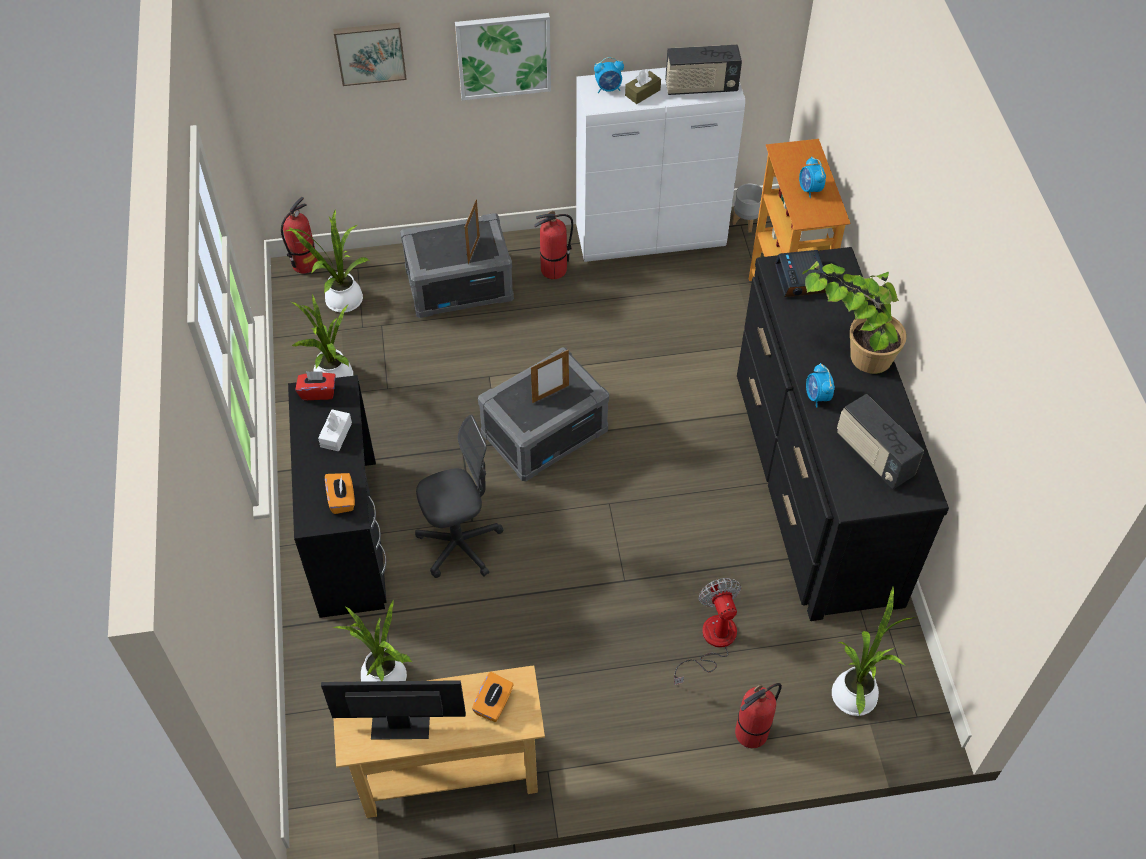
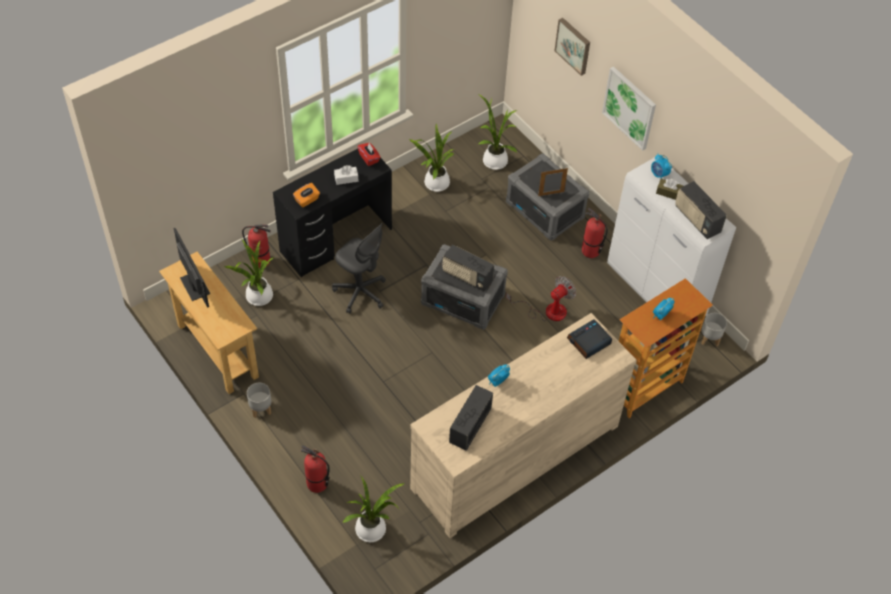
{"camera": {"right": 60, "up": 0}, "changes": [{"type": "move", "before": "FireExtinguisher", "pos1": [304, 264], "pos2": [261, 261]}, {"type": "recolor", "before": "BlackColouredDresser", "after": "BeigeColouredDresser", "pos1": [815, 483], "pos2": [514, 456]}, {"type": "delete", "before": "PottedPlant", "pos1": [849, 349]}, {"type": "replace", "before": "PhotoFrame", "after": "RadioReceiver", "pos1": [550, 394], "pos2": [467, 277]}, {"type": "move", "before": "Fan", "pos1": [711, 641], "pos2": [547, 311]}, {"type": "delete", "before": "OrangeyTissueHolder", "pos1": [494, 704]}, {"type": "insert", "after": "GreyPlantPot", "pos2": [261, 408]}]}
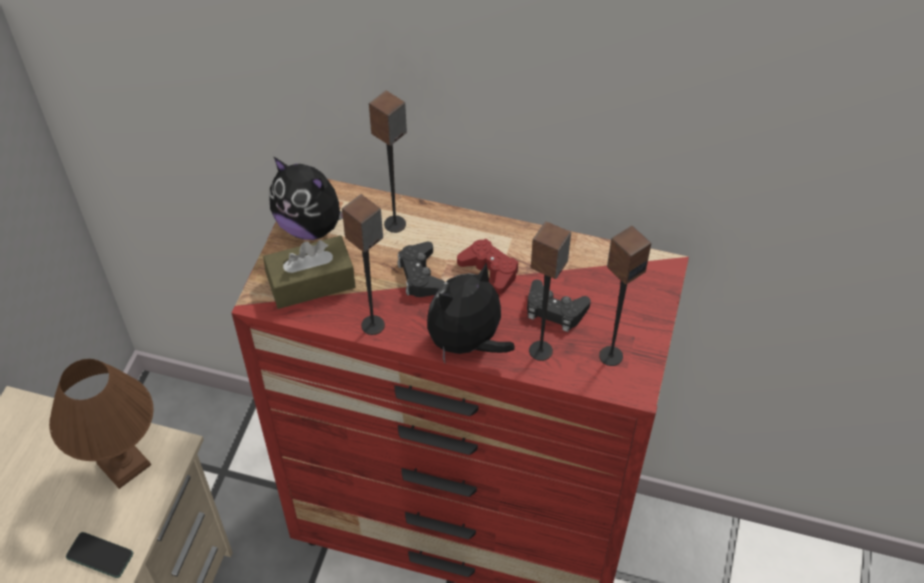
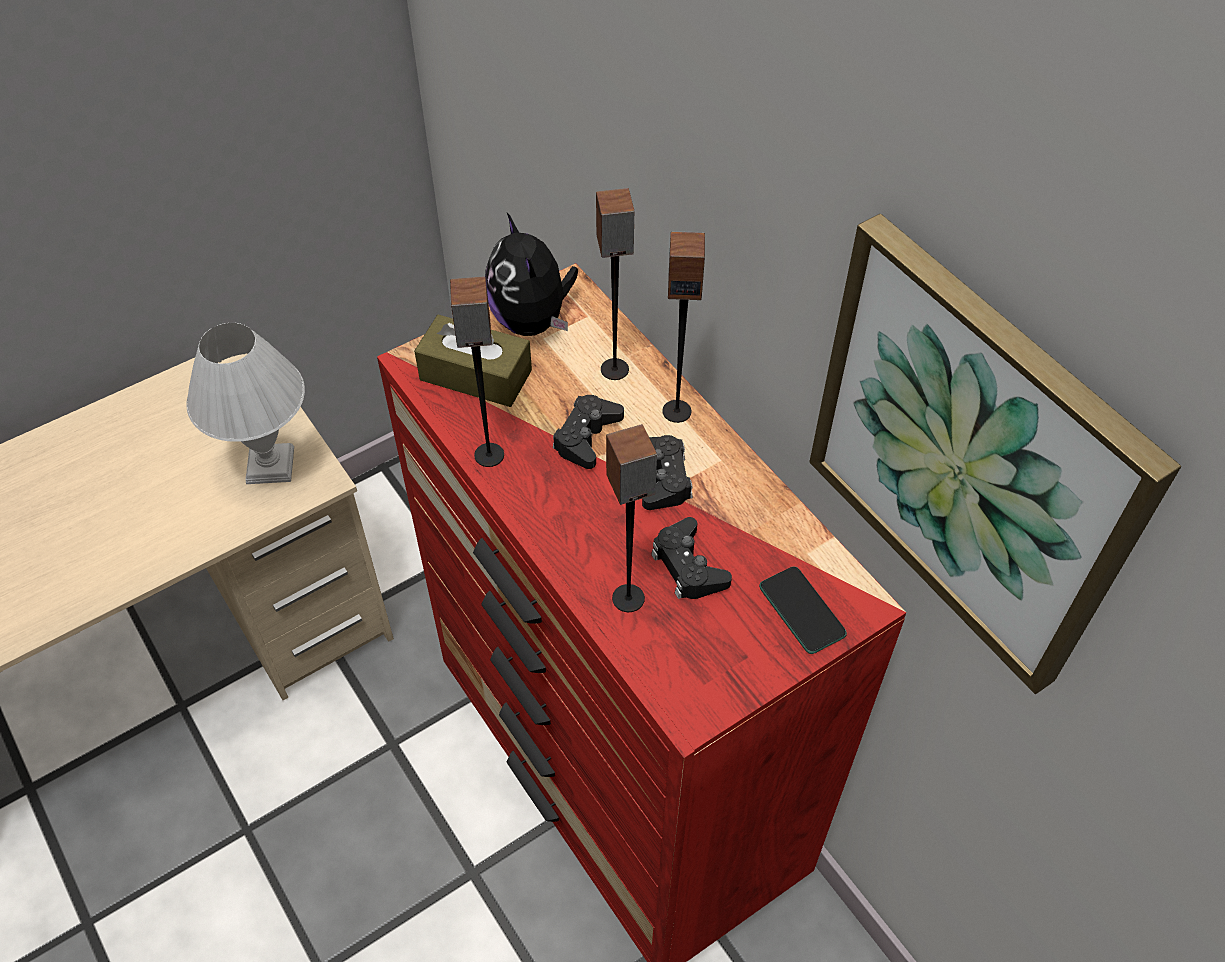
{"camera": {"right": 40, "up": 0}, "changes": [{"type": "move", "before": "Loudspeaker", "pos1": [610, 355], "pos2": [677, 411]}, {"type": "recolor", "before": "RedGameController", "after": "BlackColouredGameController", "pos1": [490, 270], "pos2": [662, 478]}, {"type": "delete", "before": "SoftToy", "pos1": [467, 343]}, {"type": "recolor", "before": "BrownishTabletopLamp", "after": "WhiteColouredTabletopLamp", "pos1": [123, 465], "pos2": [269, 466]}, {"type": "move", "before": "Handset", "pos1": [100, 555], "pos2": [802, 611]}, {"type": "insert", "after": "Picture", "pos2": [971, 457]}]}
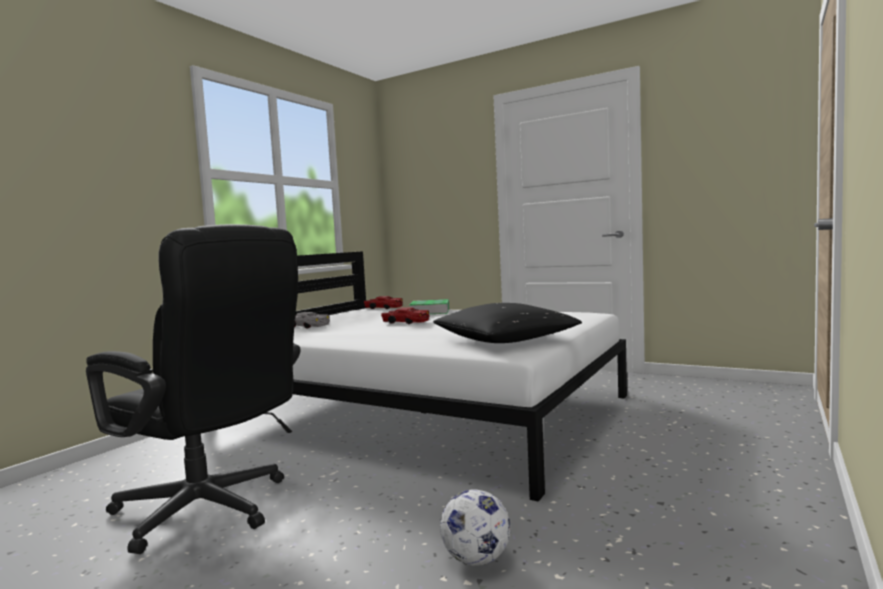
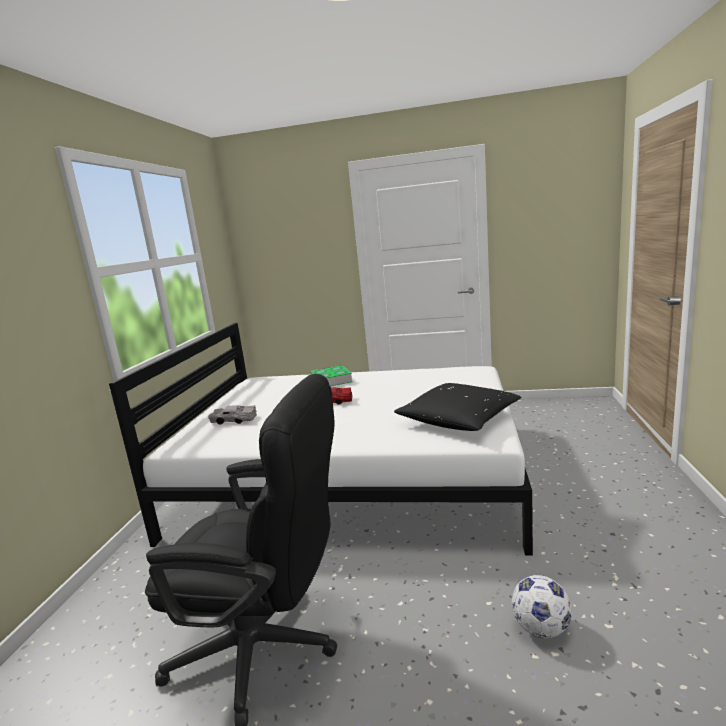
{"camera": {"right": -20, "up": 10}, "changes": [{"type": "delete", "before": "RedModelCar", "pos1": [383, 308]}]}
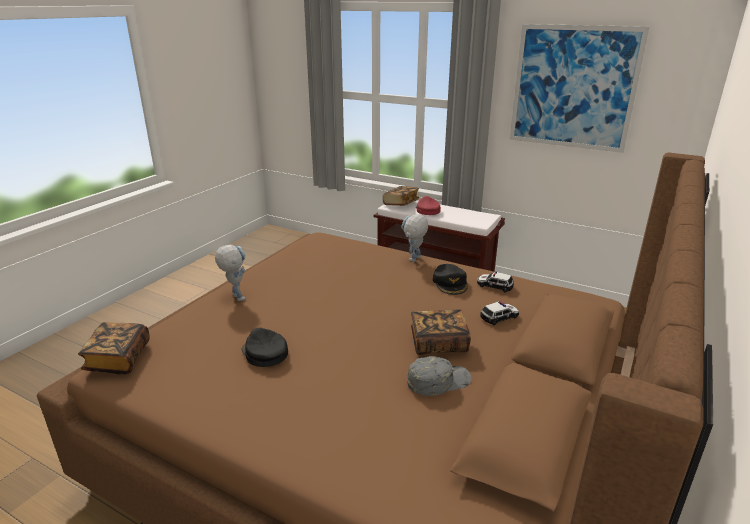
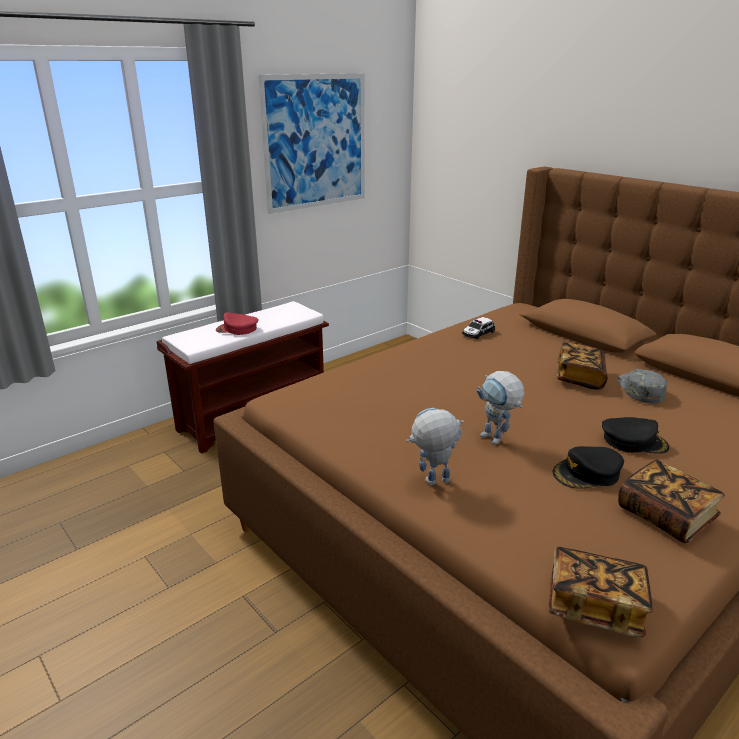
{"camera": {"right": -70, "up": 0}, "changes": [{"type": "move", "before": "Book", "pos1": [401, 203], "pos2": [665, 515]}, {"type": "move", "before": "ModelRobot", "pos1": [413, 260], "pos2": [496, 441]}, {"type": "move", "before": "BlackColouredPeakedCap", "pos1": [450, 283], "pos2": [633, 441]}, {"type": "delete", "before": "ModelCar", "pos1": [499, 317]}]}
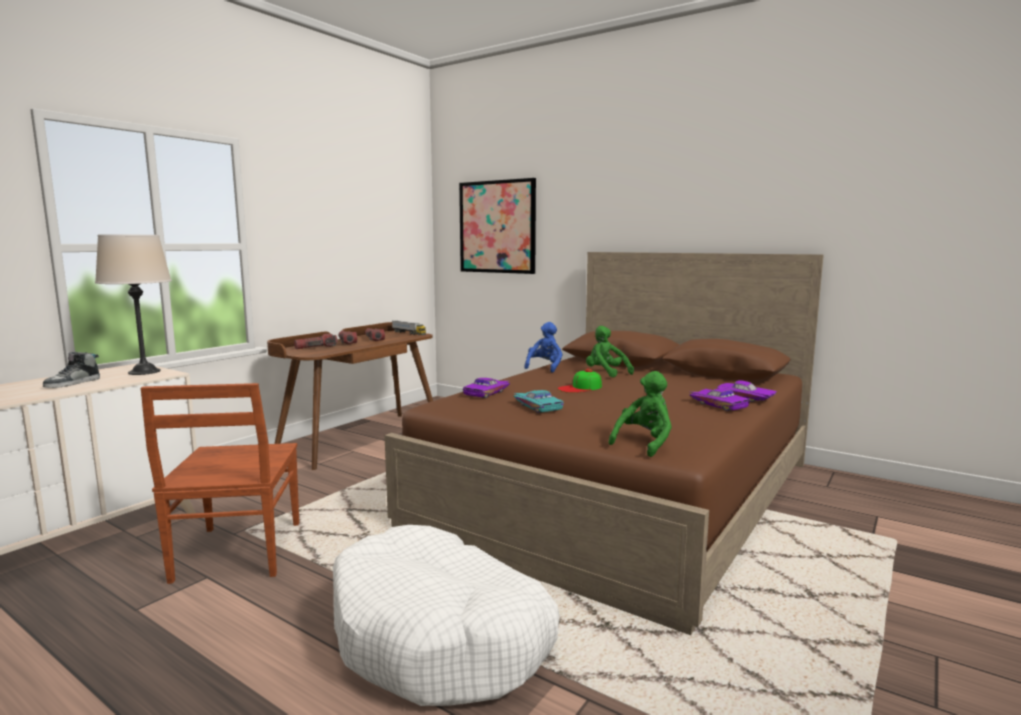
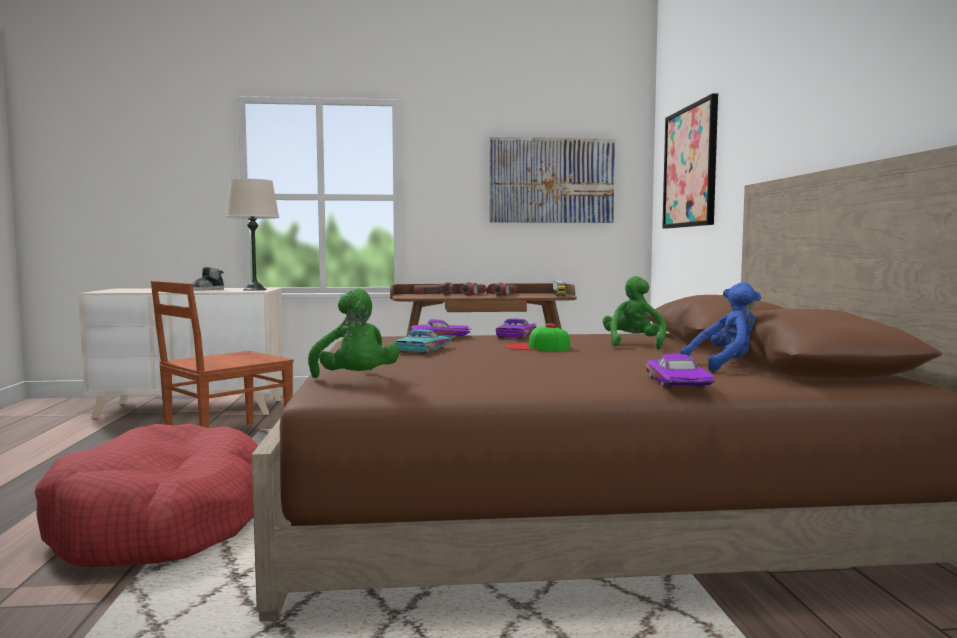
{"camera": {"right": 50, "up": -5}, "changes": [{"type": "move", "before": "BlueColouredSoftToy", "pos1": [545, 367], "pos2": [726, 365]}, {"type": "rotate", "before": "GreenSoftToy", "pos1": [644, 443], "pos2": [355, 381], "turn": 60}, {"type": "move", "before": "PurplishModelCar", "pos1": [719, 404], "pos2": [518, 336]}, {"type": "recolor", "before": "WhiteColouredDogBed", "after": "RedDogBed", "pos1": [440, 636], "pos2": [162, 523]}, {"type": "insert", "after": "Picture", "pos2": [551, 180]}]}
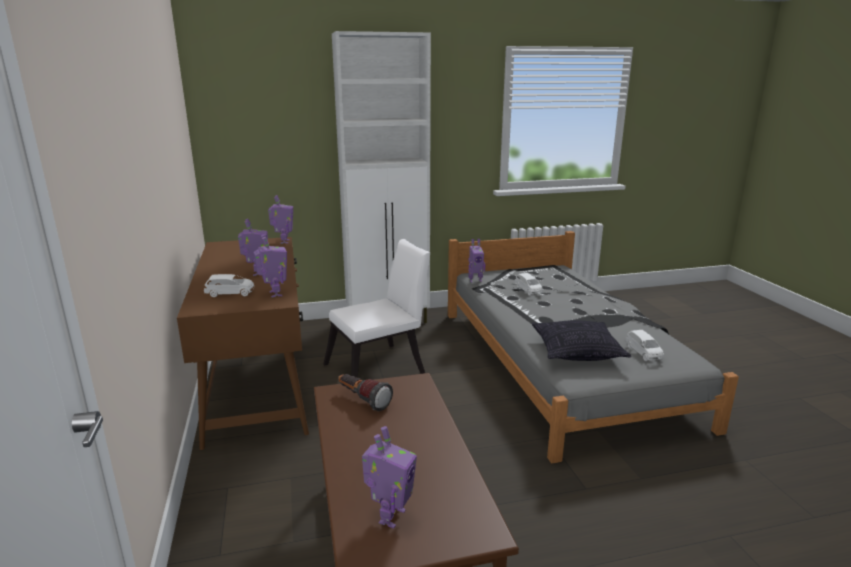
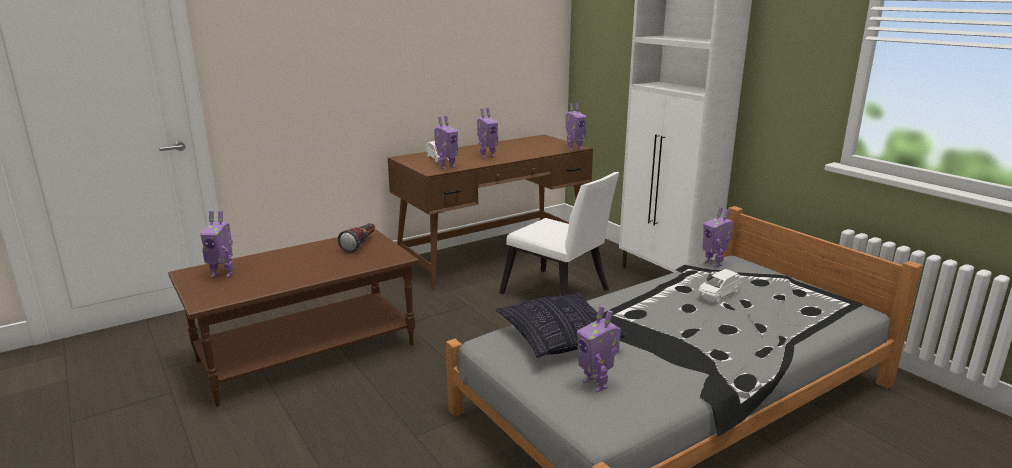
{"camera": {"right": 70, "up": 0}, "changes": [{"type": "replace", "before": "WhiteColouredModelCar", "after": "ModelRobot", "pos1": [643, 353], "pos2": [596, 384]}]}
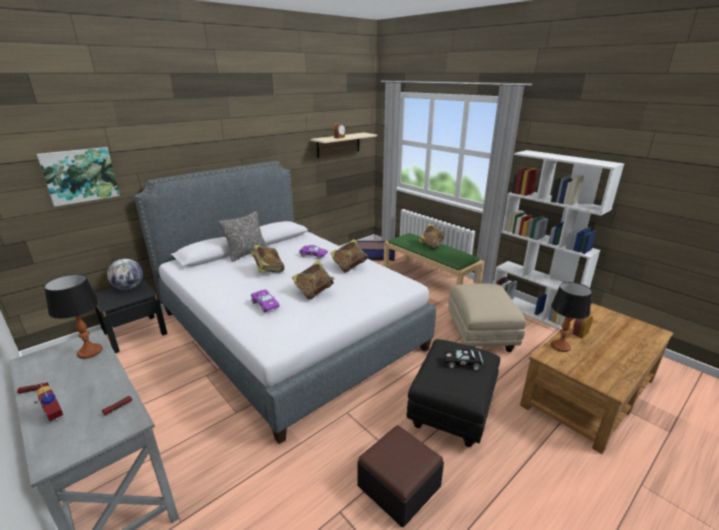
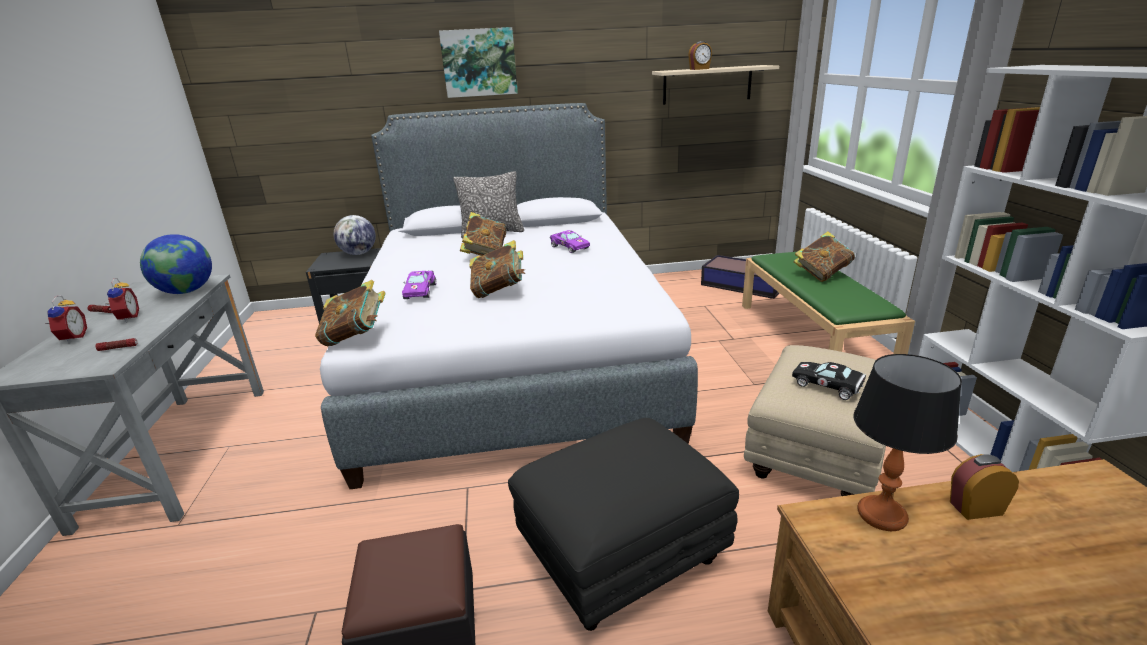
{"camera": {"right": 35, "up": 0}, "changes": [{"type": "move", "before": "Picture", "pos1": [80, 175], "pos2": [479, 62]}, {"type": "move", "before": "Book", "pos1": [349, 267], "pos2": [356, 338]}, {"type": "replace", "before": "TabletopLamp", "after": "DeskGlobe", "pos1": [89, 352], "pos2": [186, 291]}, {"type": "move", "before": "BlackColouredModelCar", "pos1": [463, 363], "pos2": [829, 386]}, {"type": "insert", "after": "AlarmClock", "pos2": [127, 318]}]}
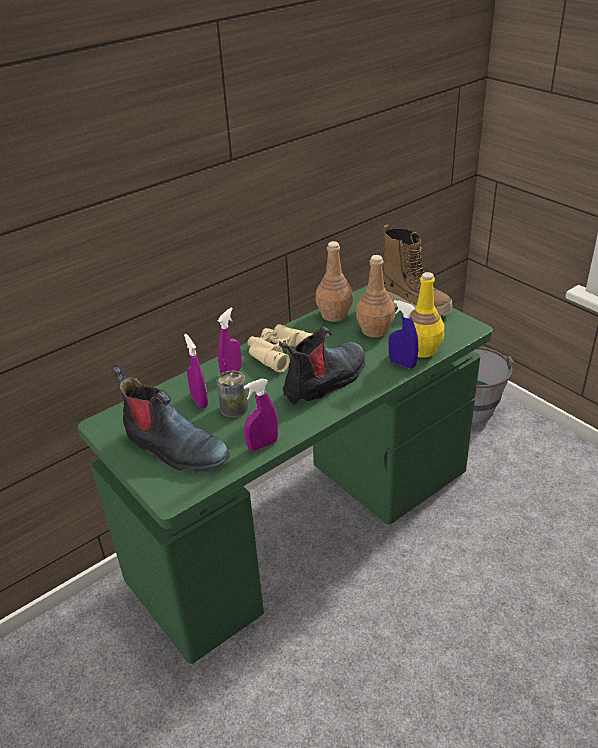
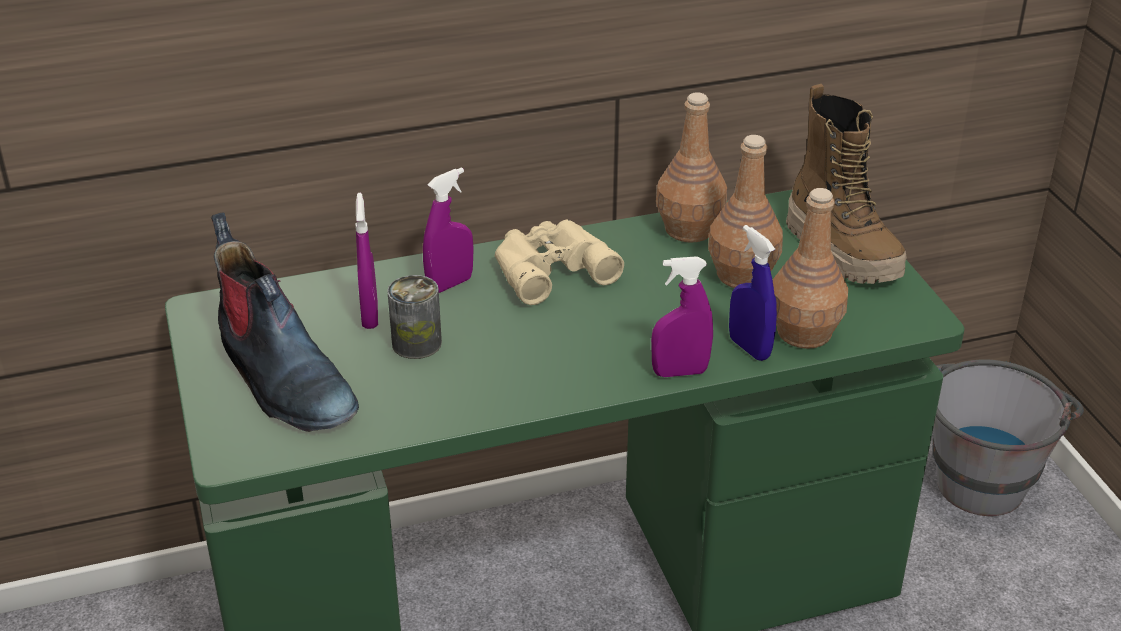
{"camera": {"right": 20, "up": 0}, "changes": [{"type": "recolor", "before": "YellowishBeverageBottle", "after": "BrownishBeverageBottle", "pos1": [422, 350], "pos2": [803, 333]}, {"type": "delete", "before": "Boot", "pos1": [325, 381]}, {"type": "move", "before": "PurplishHandSprayer", "pos1": [263, 445], "pos2": [680, 372]}]}
